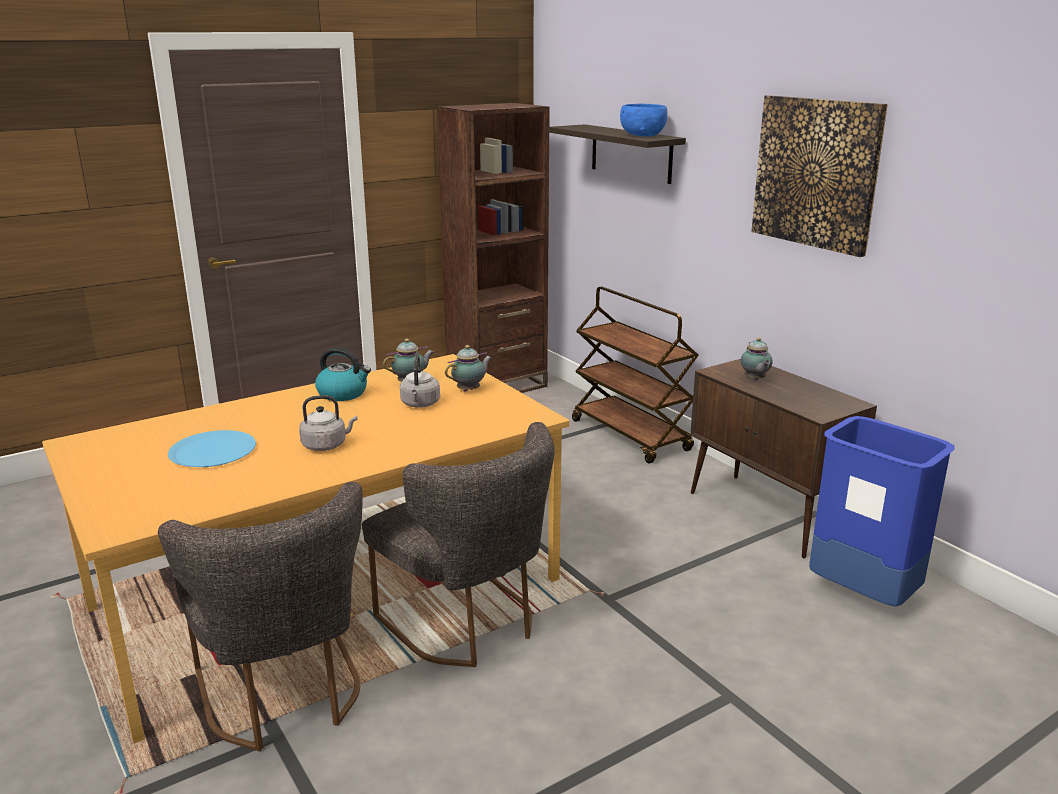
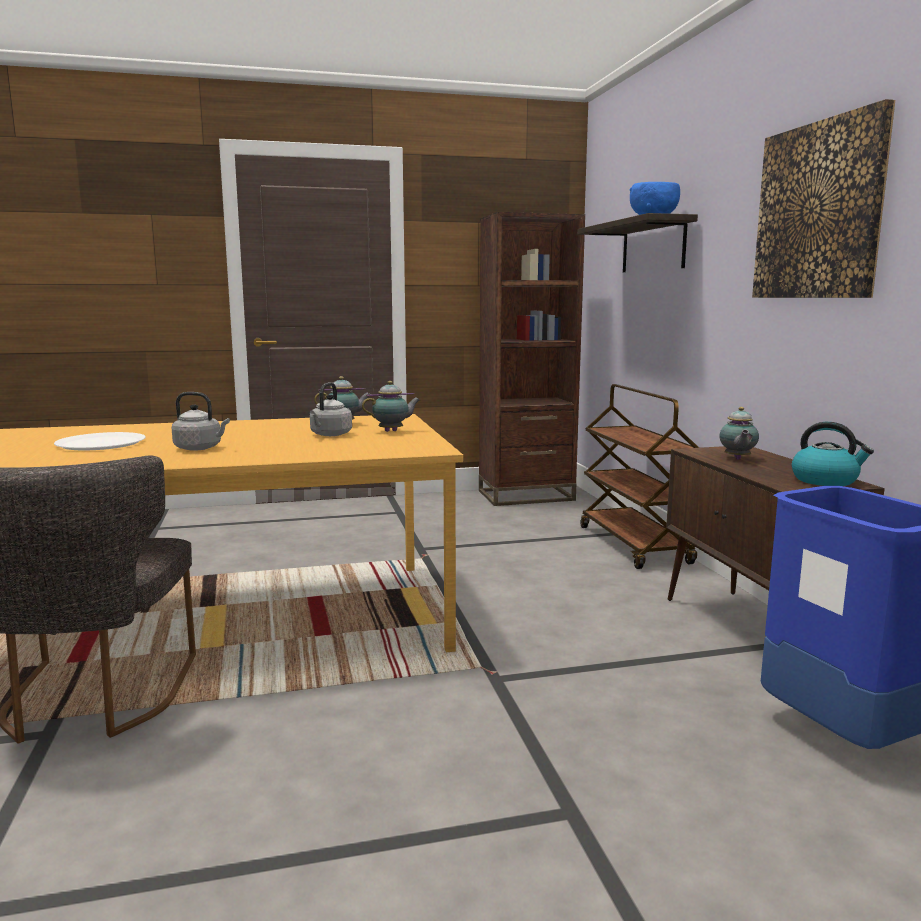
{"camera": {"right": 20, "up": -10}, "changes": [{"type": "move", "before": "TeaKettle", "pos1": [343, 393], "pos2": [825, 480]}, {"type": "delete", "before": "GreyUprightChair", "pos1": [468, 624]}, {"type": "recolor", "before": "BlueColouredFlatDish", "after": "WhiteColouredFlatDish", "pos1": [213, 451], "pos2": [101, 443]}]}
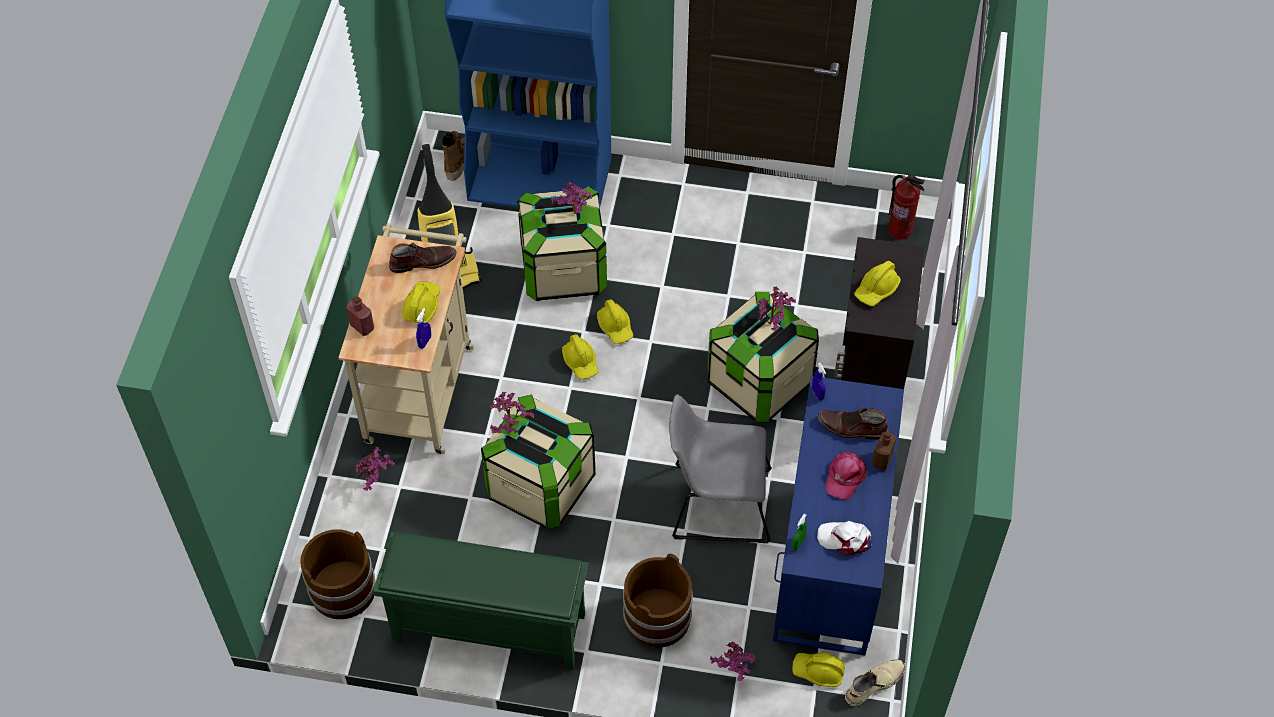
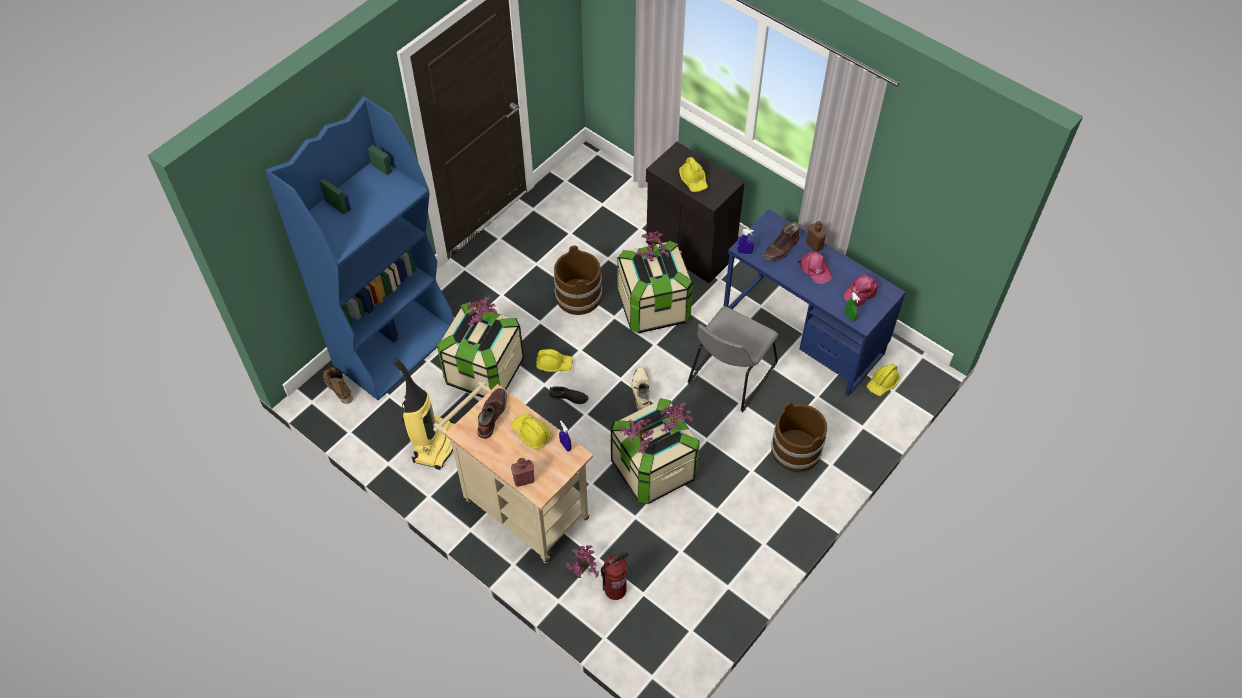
{"camera": {"right": -60, "up": 0}, "changes": [{"type": "move", "before": "FireExtinguisher", "pos1": [900, 230], "pos2": [615, 589]}, {"type": "replace", "before": "YellowishHardHat", "after": "BlackColouredItemOfFootwear", "pos1": [581, 362], "pos2": [568, 397]}, {"type": "recolor", "before": "WhiteColouredPeakedCap", "after": "PinkColouredPeakedCap", "pos1": [845, 539], "pos2": [861, 292]}, {"type": "move", "before": "BrownishBucket", "pos1": [342, 590], "pos2": [578, 296]}, {"type": "delete", "before": "GreenShoeStand", "pos1": [487, 628]}, {"type": "move", "before": "PottedPlant", "pos1": [734, 674], "pos2": [674, 428]}, {"type": "move", "before": "BeigeColouredBoot", "pos1": [874, 683], "pos2": [641, 391]}]}
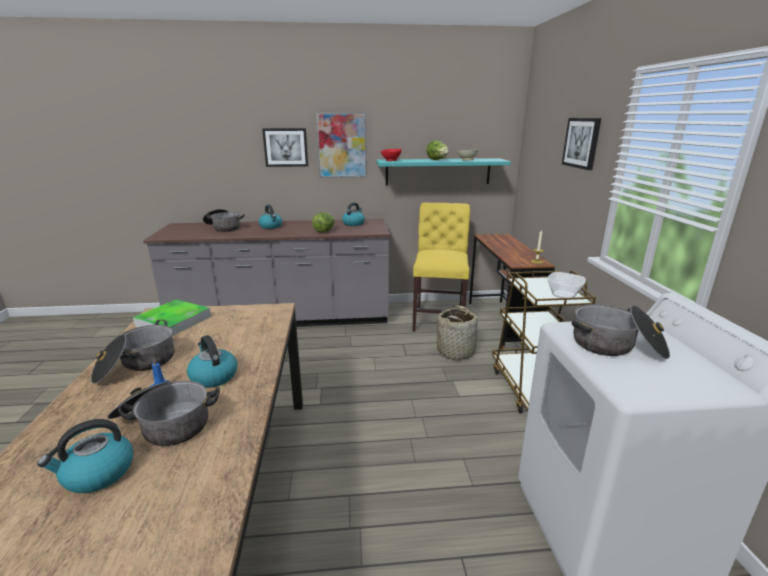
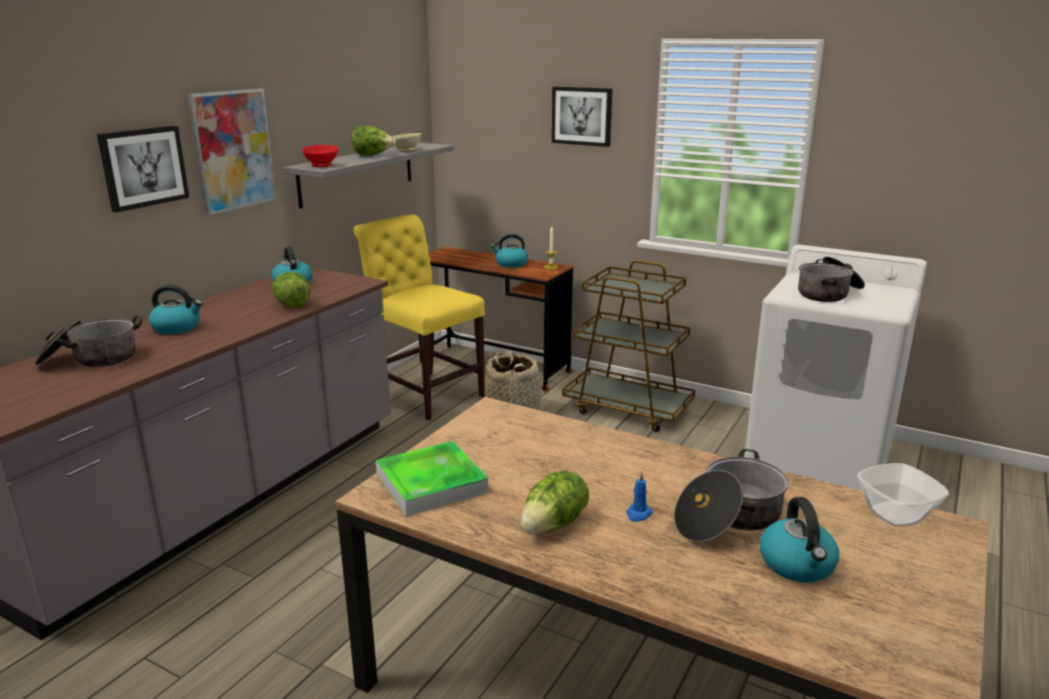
{"camera": {"right": -55, "up": 0}, "changes": [{"type": "recolor", "before": "BlueGreenShelf", "after": "GreyShelf", "pos1": [438, 171], "pos2": [357, 173]}, {"type": "move", "before": "DeepDish", "pos1": [563, 294], "pos2": [894, 514]}, {"type": "replace", "before": "Saucepot", "after": "HeadOfLettuce", "pos1": [137, 365], "pos2": [555, 525]}, {"type": "move", "before": "TeaKettle", "pos1": [213, 376], "pos2": [511, 264]}]}
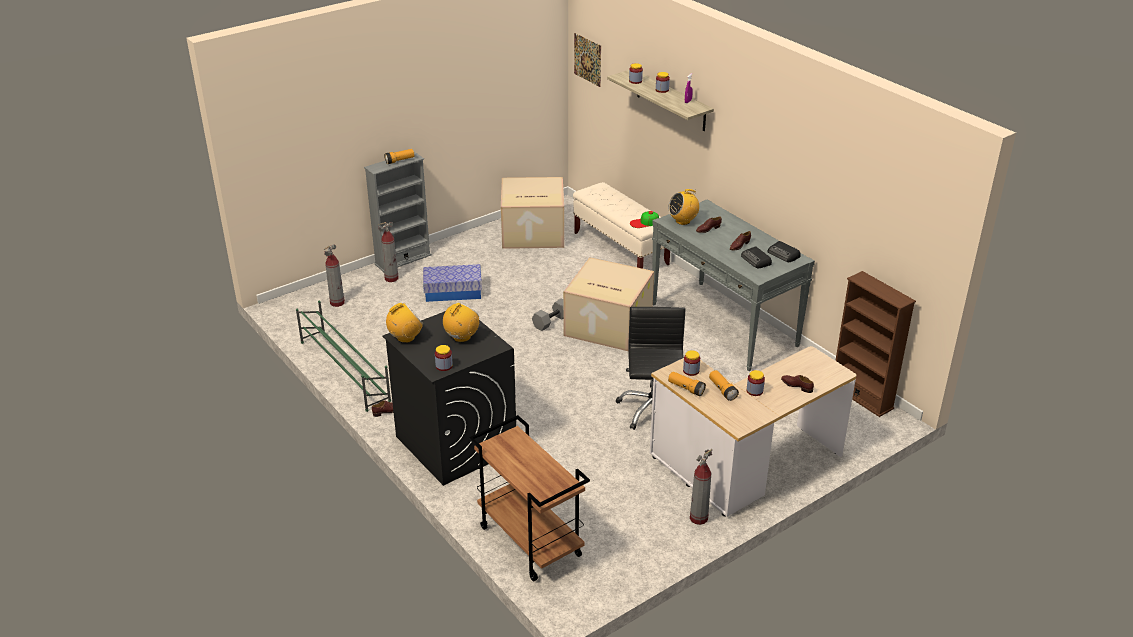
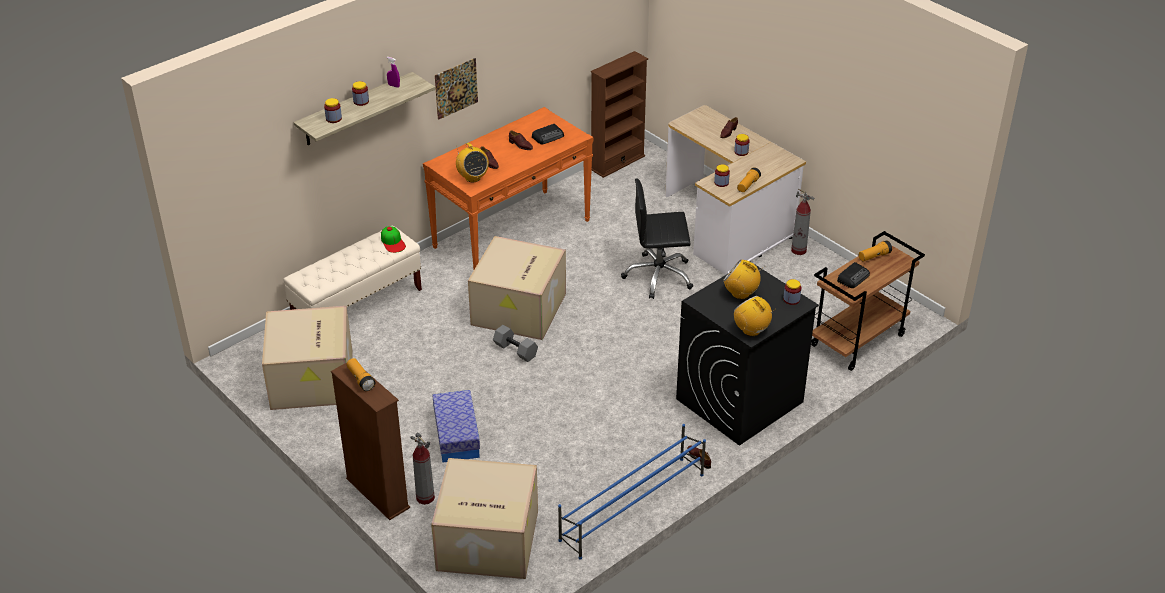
{"camera": {"right": -95, "up": 5}, "changes": [{"type": "move", "before": "Picture", "pos1": [587, 59], "pos2": [456, 88]}, {"type": "recolor", "before": "GreyBookcase", "after": "BrownishBookcase", "pos1": [403, 259], "pos2": [377, 493]}, {"type": "recolor", "before": "GreyHallTable", "after": "OrangeyHallTable", "pos1": [724, 325], "pos2": [512, 233]}, {"type": "move", "before": "RadioReceiver", "pos1": [783, 255], "pos2": [853, 277]}, {"type": "replace", "before": "FireExtinguisher", "after": "CardboardBox", "pos1": [337, 302], "pos2": [486, 541]}, {"type": "recolor", "before": "GreenShoeStand", "after": "BlueColouredShoeStand", "pos1": [344, 370], "pos2": [631, 507]}, {"type": "move", "before": "HandTorch", "pos1": [722, 390], "pos2": [874, 256]}]}
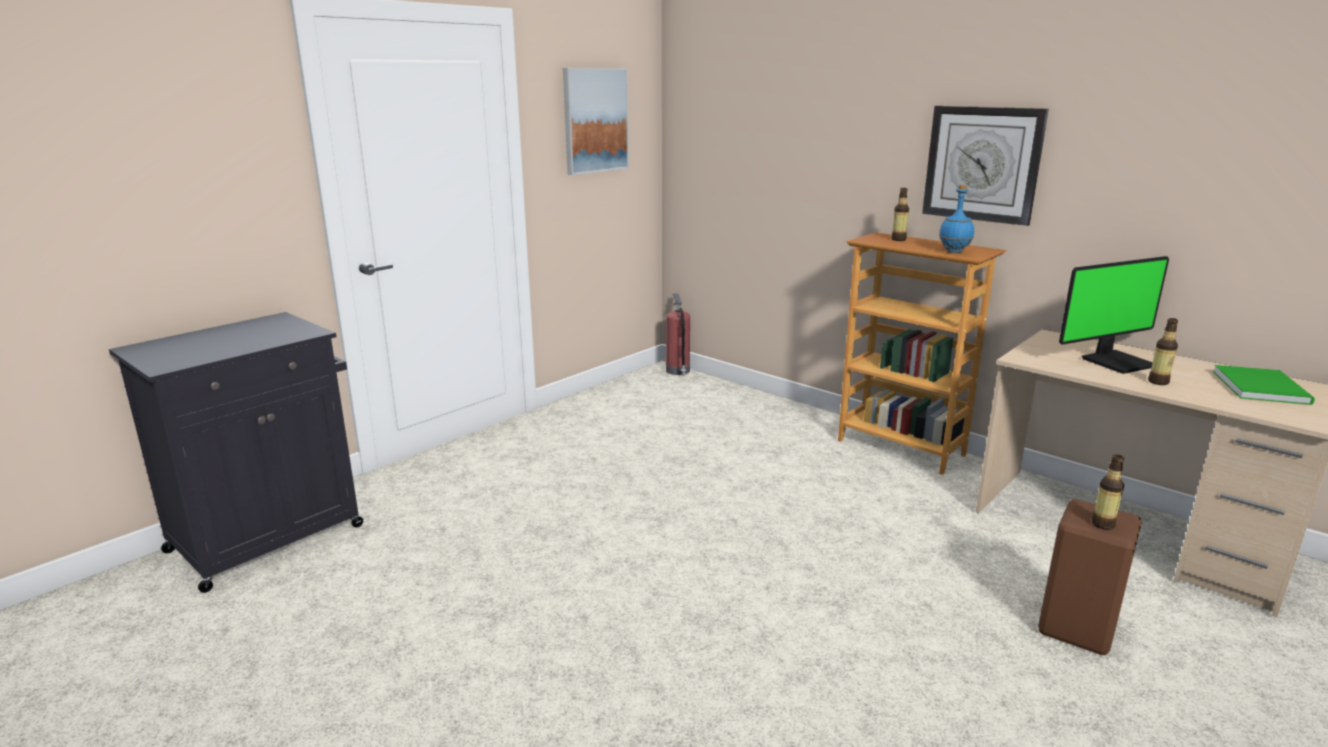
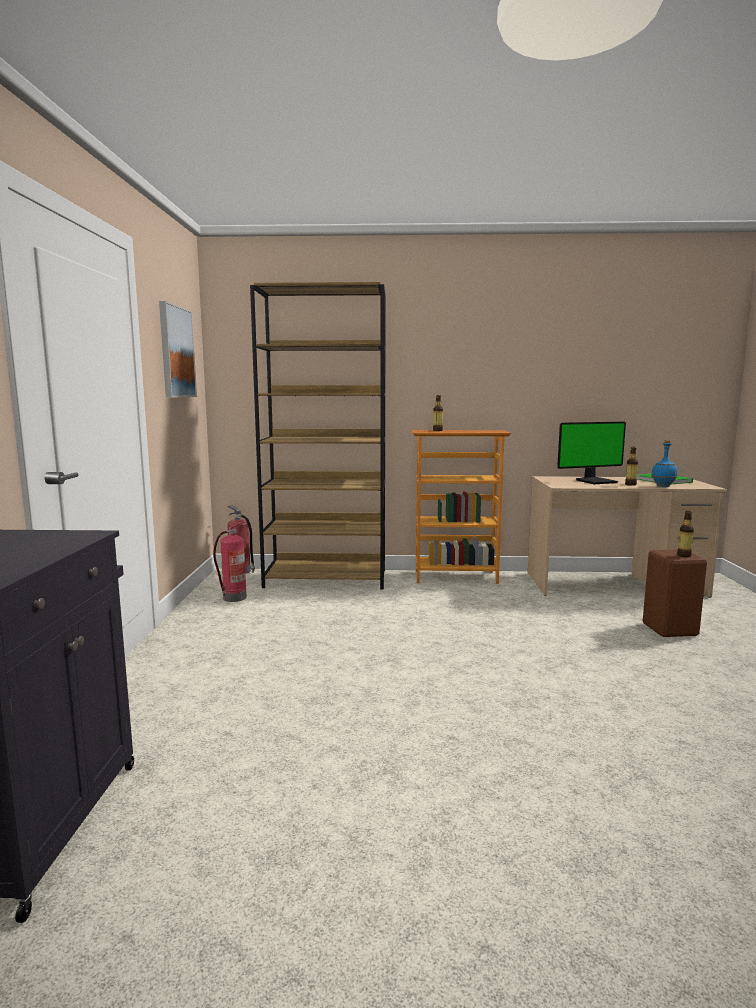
{"camera": {"right": -40, "up": -10}, "changes": [{"type": "delete", "before": "HangingClock", "pos1": [982, 164]}, {"type": "move", "before": "BlueColouredBeverageBottle", "pos1": [954, 251], "pos2": [663, 486]}, {"type": "rotate", "before": "Monitor", "pos1": [1116, 361], "pos2": [595, 481], "turn": 45}, {"type": "insert", "after": "BrownishBookcase", "pos2": [327, 578]}, {"type": "insert", "after": "FireExtinguisher", "pos2": [234, 598]}]}
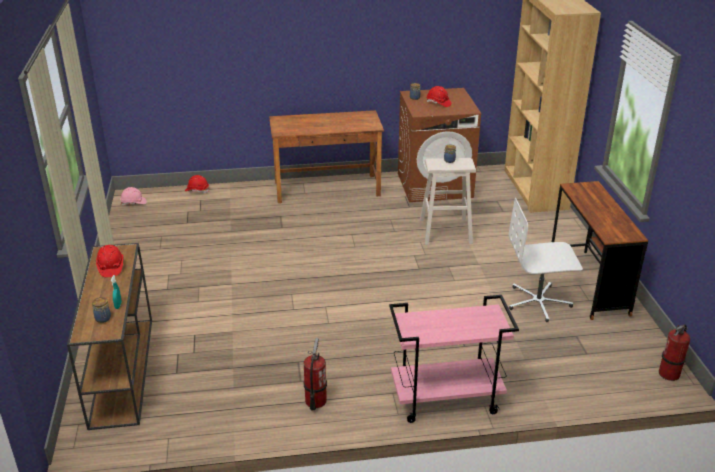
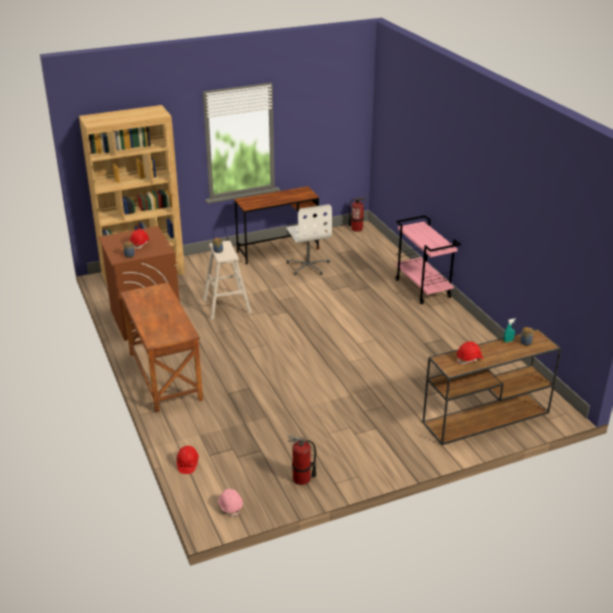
{"camera": {"right": -105, "up": 0}, "changes": [{"type": "move", "before": "FireExtinguisher", "pos1": [315, 401], "pos2": [302, 479]}]}
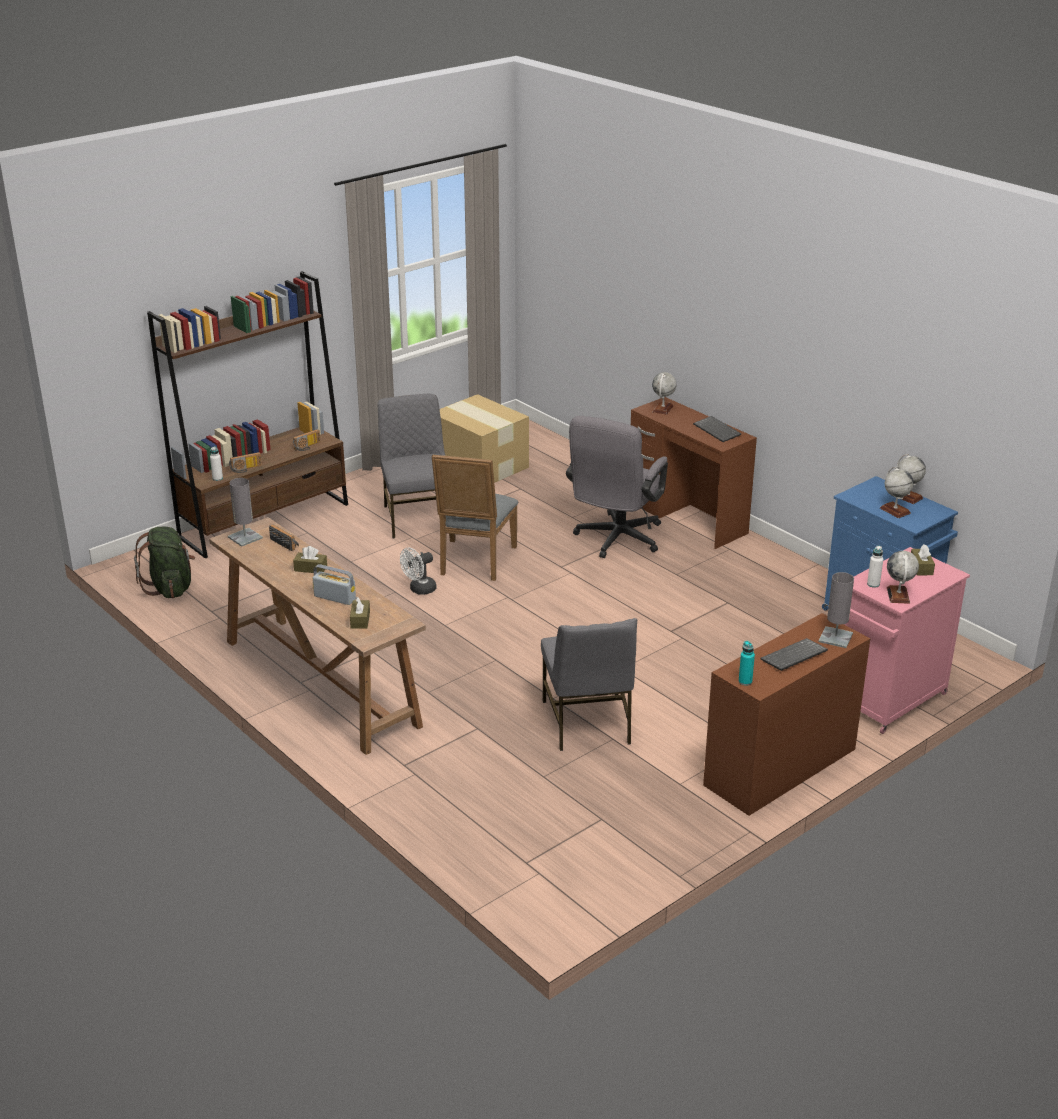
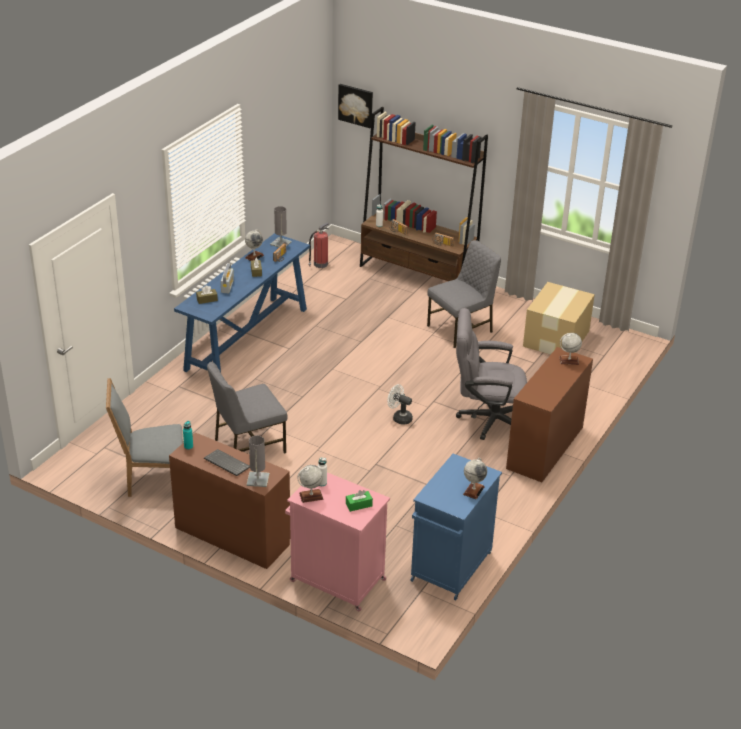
{"camera": {"right": 70, "up": 5}, "changes": [{"type": "delete", "before": "Keyboard", "pos1": [718, 430]}, {"type": "move", "before": "GreyUprightChair", "pos1": [474, 562], "pos2": [153, 480]}, {"type": "move", "before": "DeskGlobe", "pos1": [895, 510], "pos2": [254, 256]}, {"type": "recolor", "before": "BrownishHallTable", "after": "BlueColouredHallTable", "pos1": [320, 682], "pos2": [247, 338]}, {"type": "replace", "before": "GreenBackpack", "after": "FireExtinguisher", "pos1": [170, 588], "pos2": [320, 264]}, {"type": "recolor", "before": "BrownishTissueHolder", "after": "GreenTissueHolder", "pos1": [921, 567], "pos2": [359, 505]}, {"type": "move", "before": "WhiteColouredFan", "pos1": [419, 590], "pos2": [399, 418]}, {"type": "insert", "after": "Picture", "pos2": [356, 105]}]}
